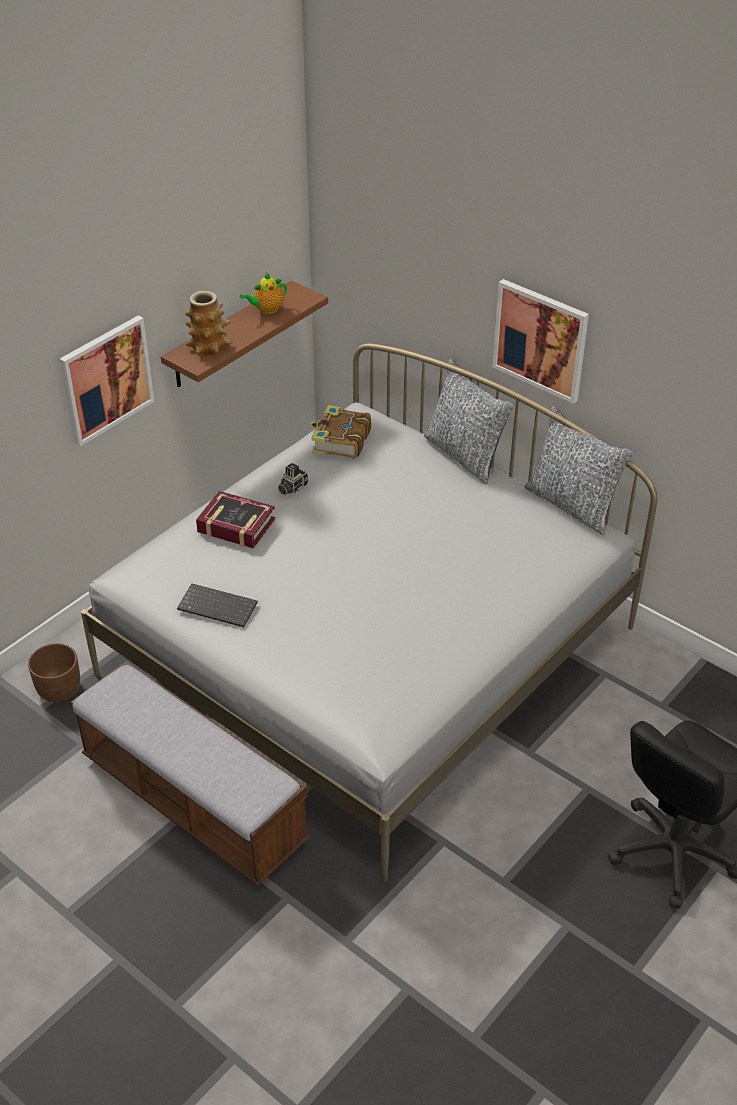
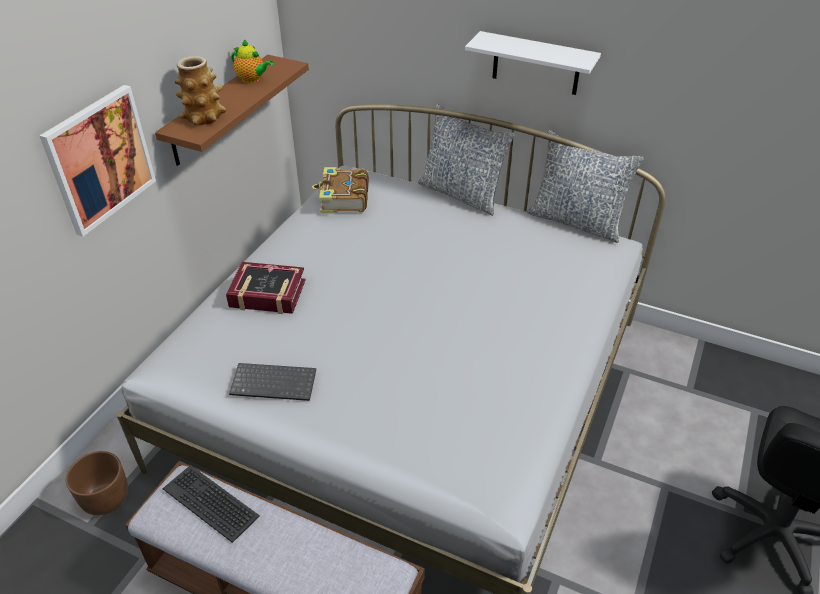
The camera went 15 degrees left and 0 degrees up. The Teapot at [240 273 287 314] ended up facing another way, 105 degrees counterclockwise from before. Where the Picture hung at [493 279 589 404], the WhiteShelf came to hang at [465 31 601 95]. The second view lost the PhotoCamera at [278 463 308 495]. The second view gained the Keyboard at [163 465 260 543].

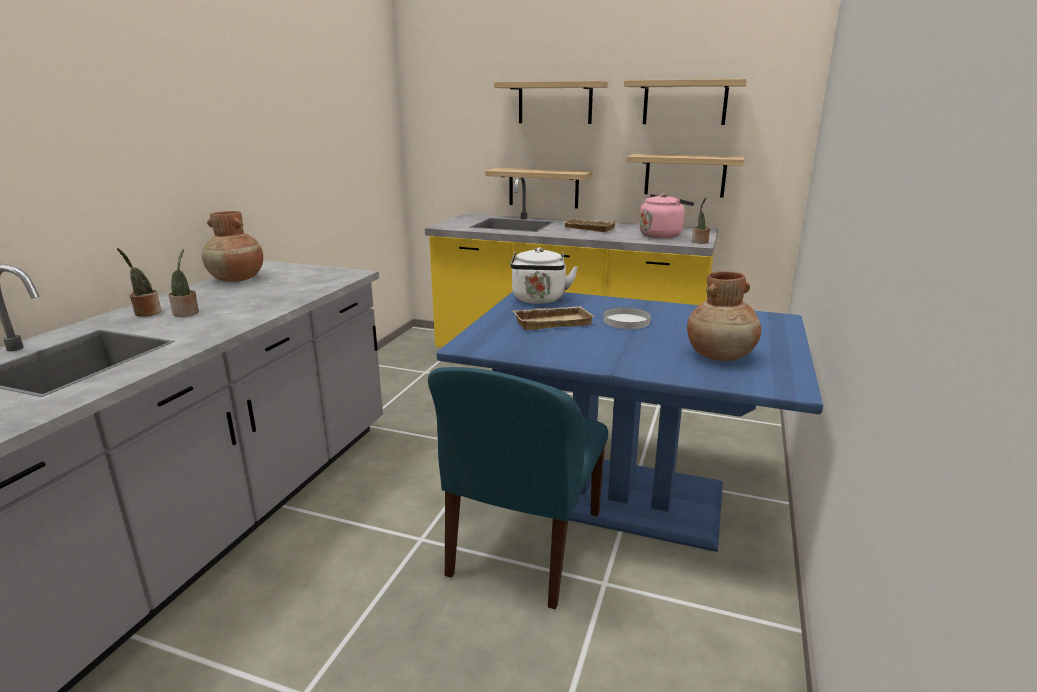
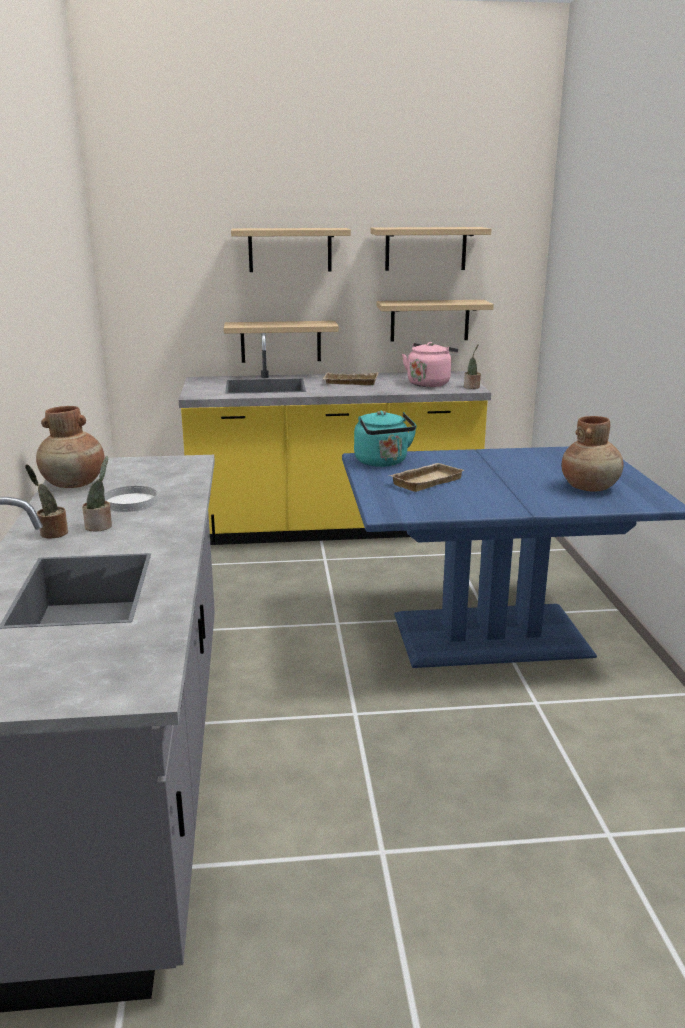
The camera went 25 degrees left and 0 degrees up. What was the WhiteKettle at [511 247 578 304] turned into the TurquoiseKettle at [354 410 417 467]. The WhitePlate ended up elsewhere, having gone from [603 307 650 329] to [104 486 158 512]. The second view lost the BlueChair at [428 367 608 609].

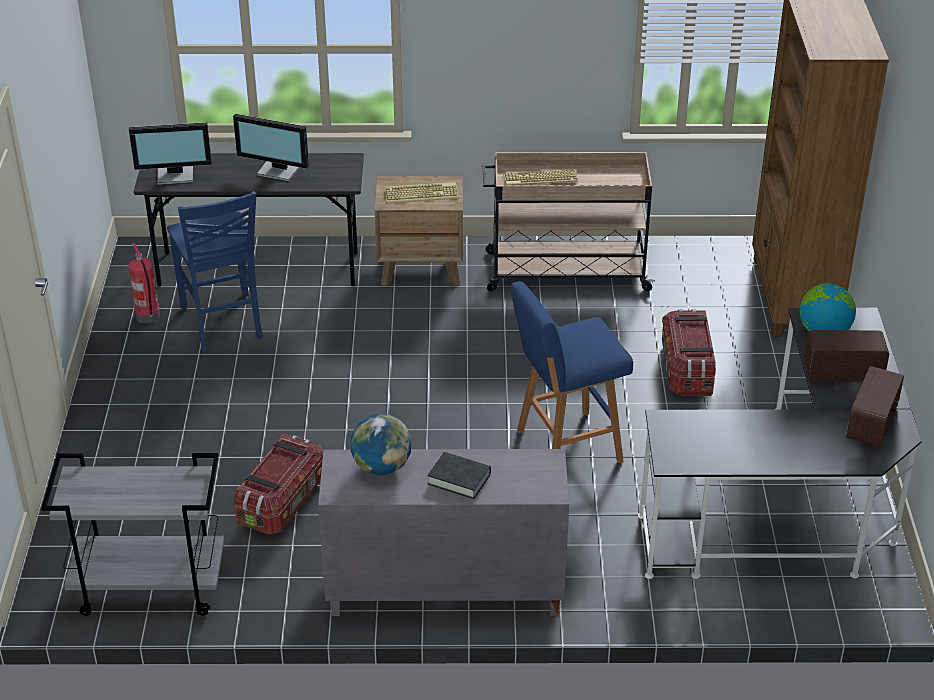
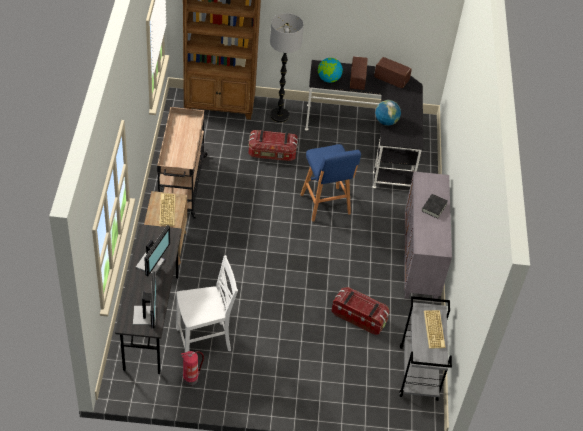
The camera went 90 degrees left and 10 degrees up. The Keyboard ended up elsewhere, having gone from [503 169 578 185] to [424 310 445 349]. What was the BlueChair at [167 191 262 352] turned into the WhiteChair at [176 255 238 352]. The Globe ended up elsewhere, having gone from [351 414 411 475] to [375 100 401 126]. The second view gained the FloorLamp at [270 13 304 122].

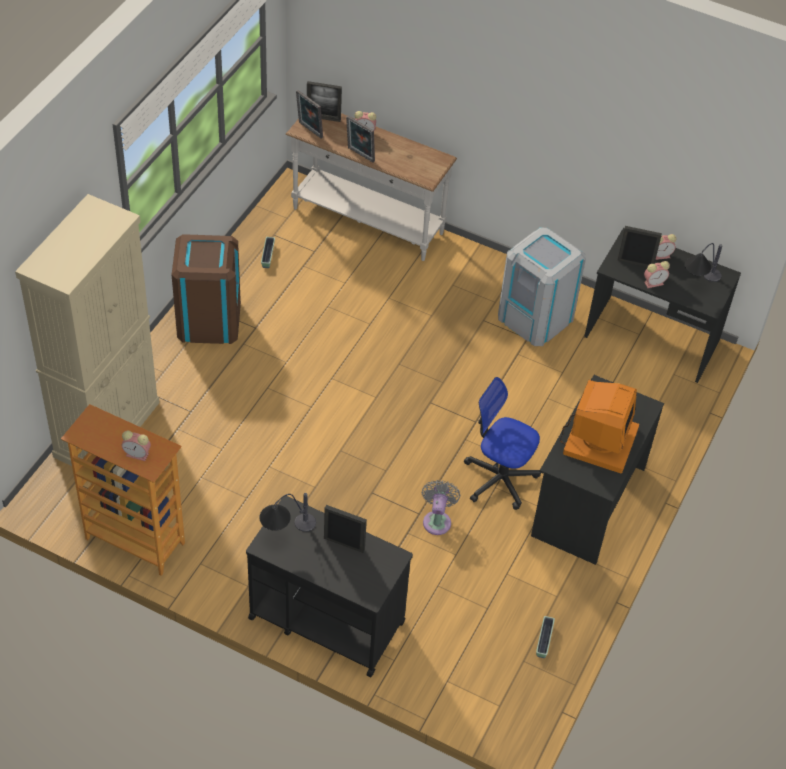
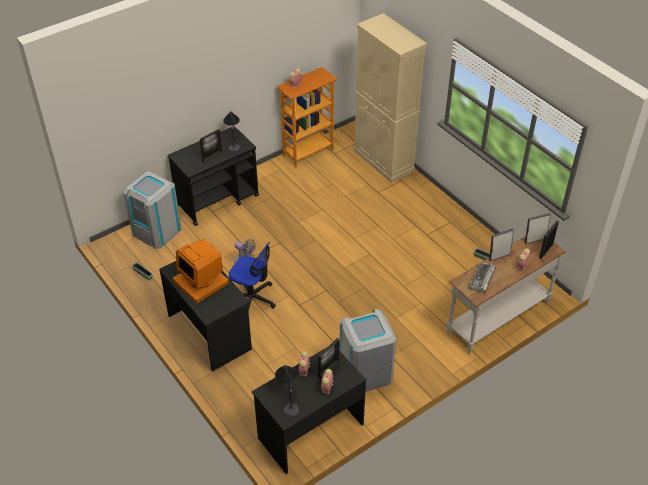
The camera went 120 degrees right and 5 degrees down. The second view lost the BrownTrashCan at [172 234 241 344]. The OfficeChair at [464 377 541 510] ended up facing another way, 60 degrees clockwise from before. The second view gained the GreyTrashCan at [123 172 182 249]. The second view gained the Keyboard at [469 262 496 293].

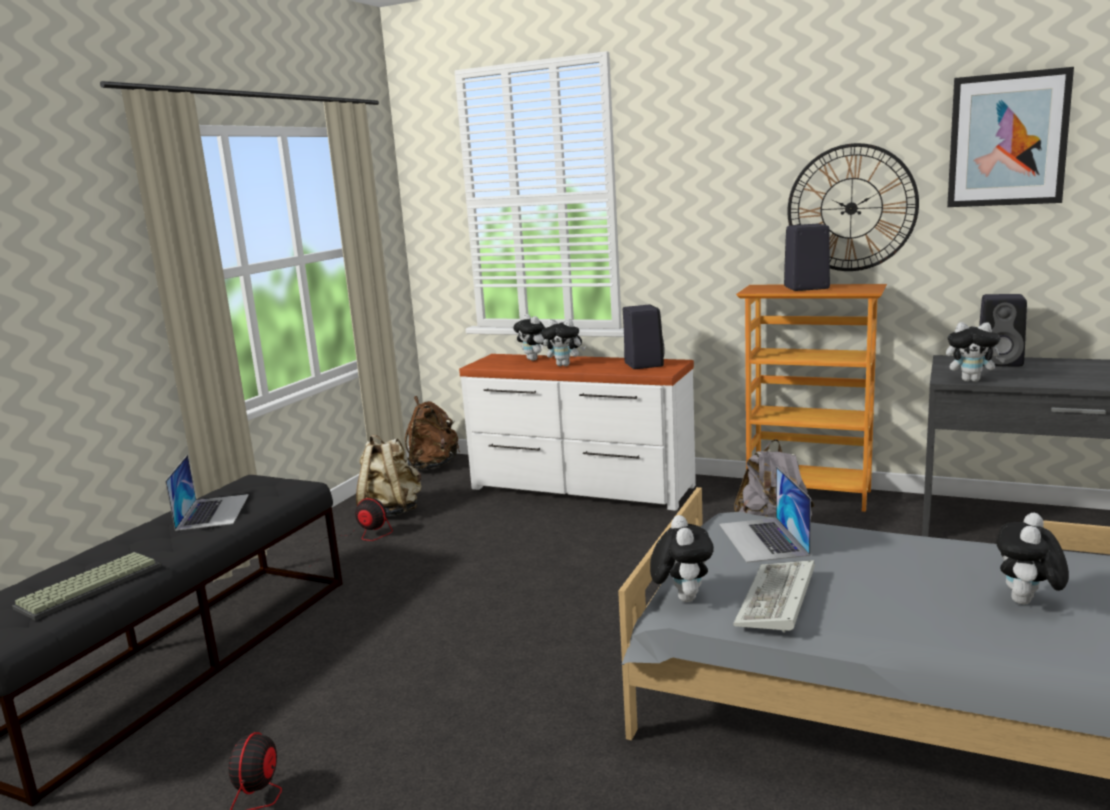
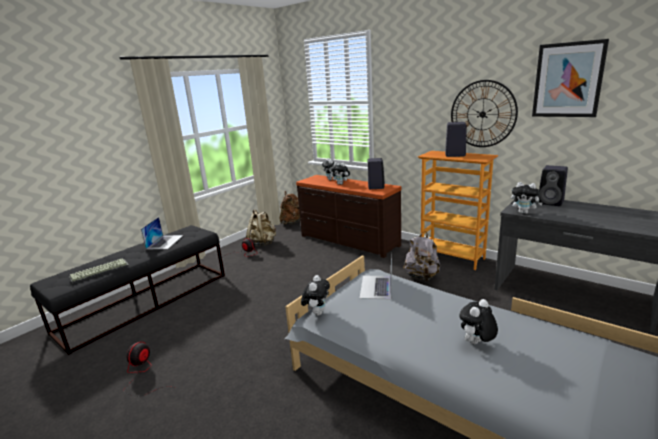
The camera went 15 degrees right and 5 degrees up. What was the WhiteDresser at [459 354 696 511] turned into the BrownDresser at [296 175 402 258]. The second view lost the Keyboard at [733 560 815 633].

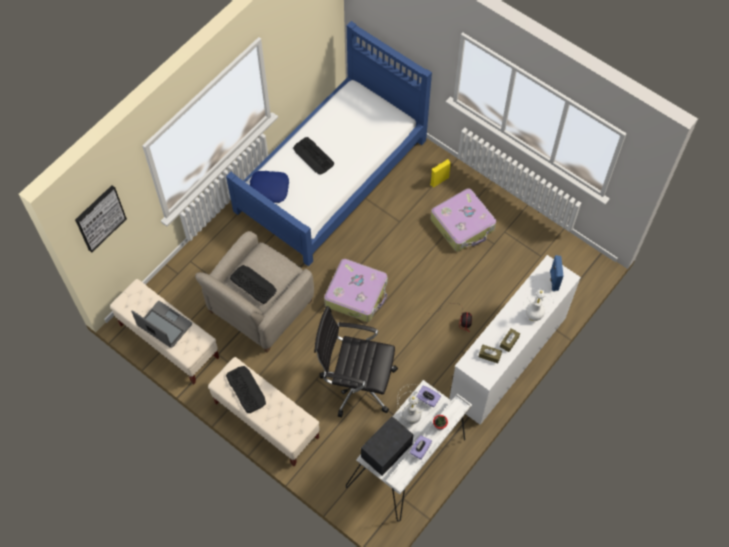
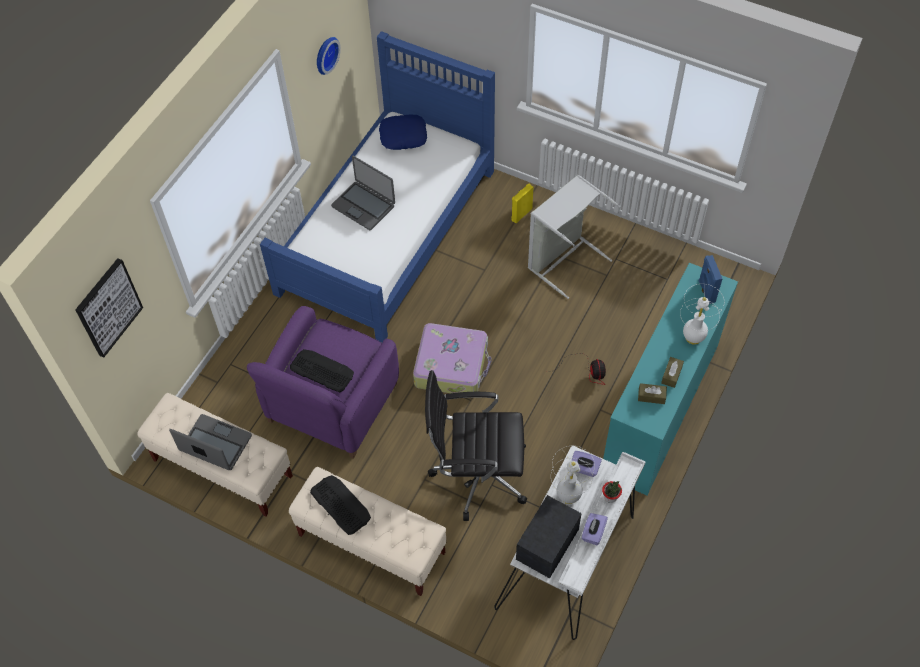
The camera went 10 degrees left and 5 degrees down. Where the Keyboard stood at [293 137 334 175], the Laptop came to stand at [331 156 395 230]. The BluePillow ended up elsewhere, having gone from [250 171 289 203] to [379 114 427 150]. Where the Suitcase stood at [431 188 496 251], the GreyLaundryBasket came to stand at [528 175 621 299]. What was the BeigeArmchair at [195 231 314 353] turned into the PurpleArmchair at [247 306 399 459]. What was the WhiteDresser at [449 255 581 425] turned into the TurquoiseDresser at [603 263 738 495]. The second view gained the WallClock at [317 37 341 75].

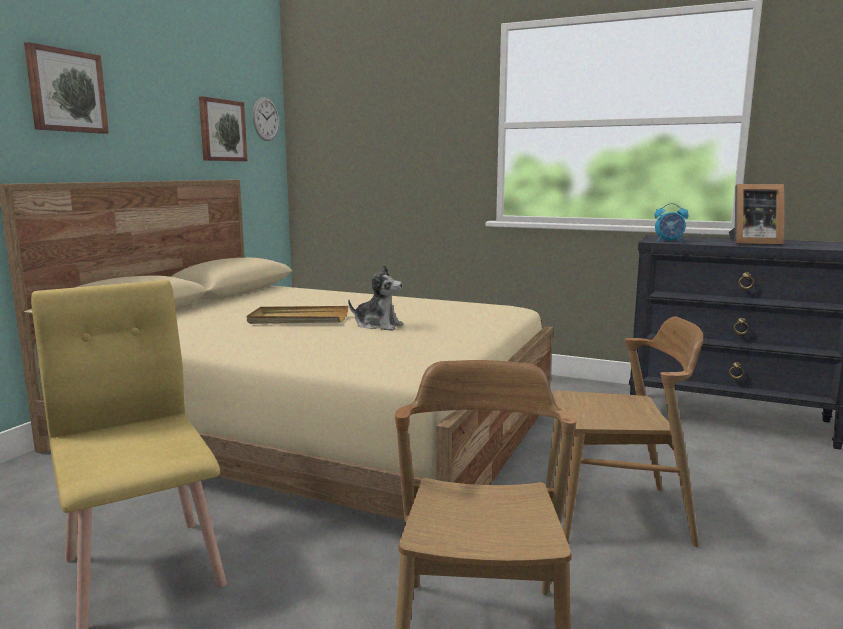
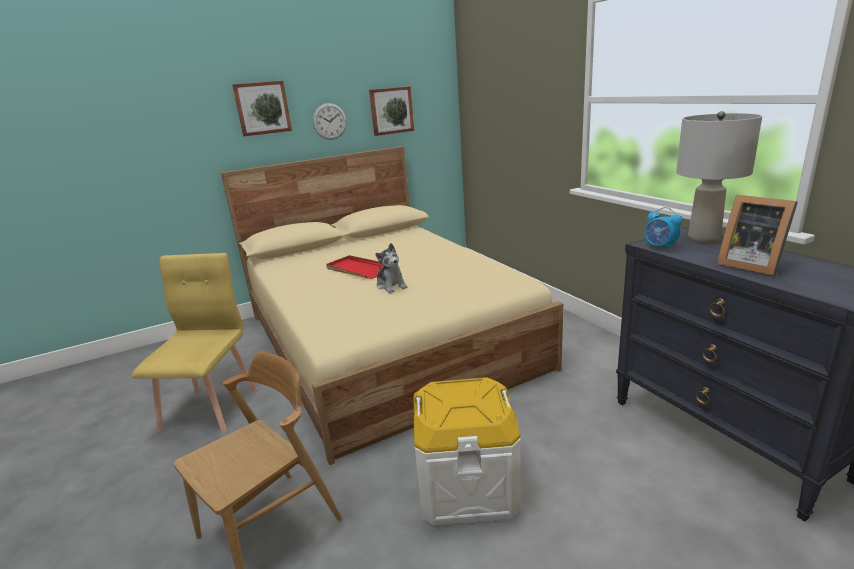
The camera went 40 degrees right and 10 degrees up. The WallClock ended up elsewhere, having gone from [253 97 279 141] to [313 103 347 140]. What was the BeigeTray at [247 306 348 324] turned into the RedTray at [326 255 384 279]. Where the BrownChair stood at [546 316 703 547], the WhiteStorageBox came to stand at [413 377 521 525]. The second view gained the GreyTableLamp at [676 111 762 243].

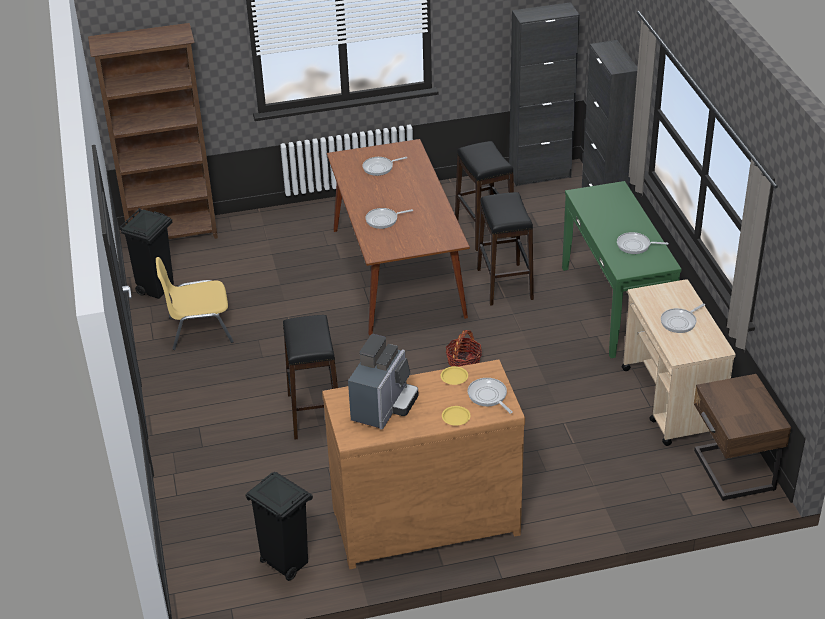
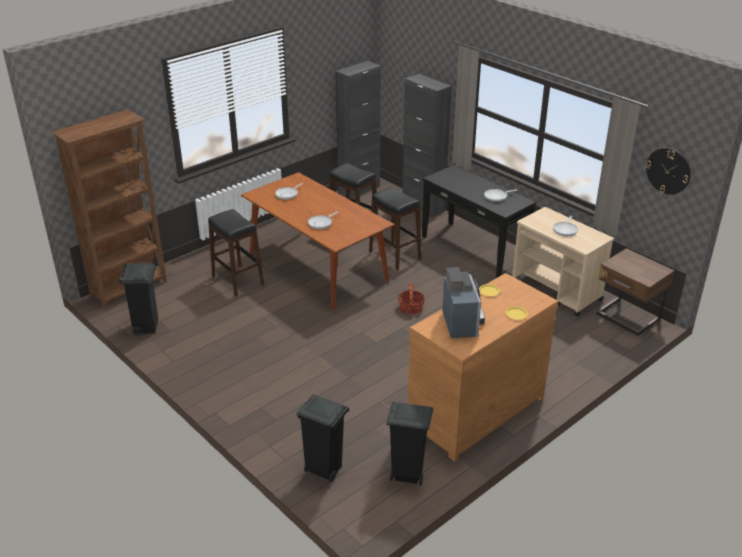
The camera went 30 degrees left and 5 degrees down. What was the GreenConsoleTable at [562 181 682 358] turned into the BlackConsoleTable at [422 165 536 278]. The second view lost the YellowChair at [156 257 234 350]. The BlackStool ended up elsewhere, having gone from [283 315 338 439] to [208 209 264 297]. The second view lost the FryingPan at [468 378 513 414]. The second view gained the WallClock at [646 148 691 195]. The second view gained the BlackTrashCan at [296 394 349 482].

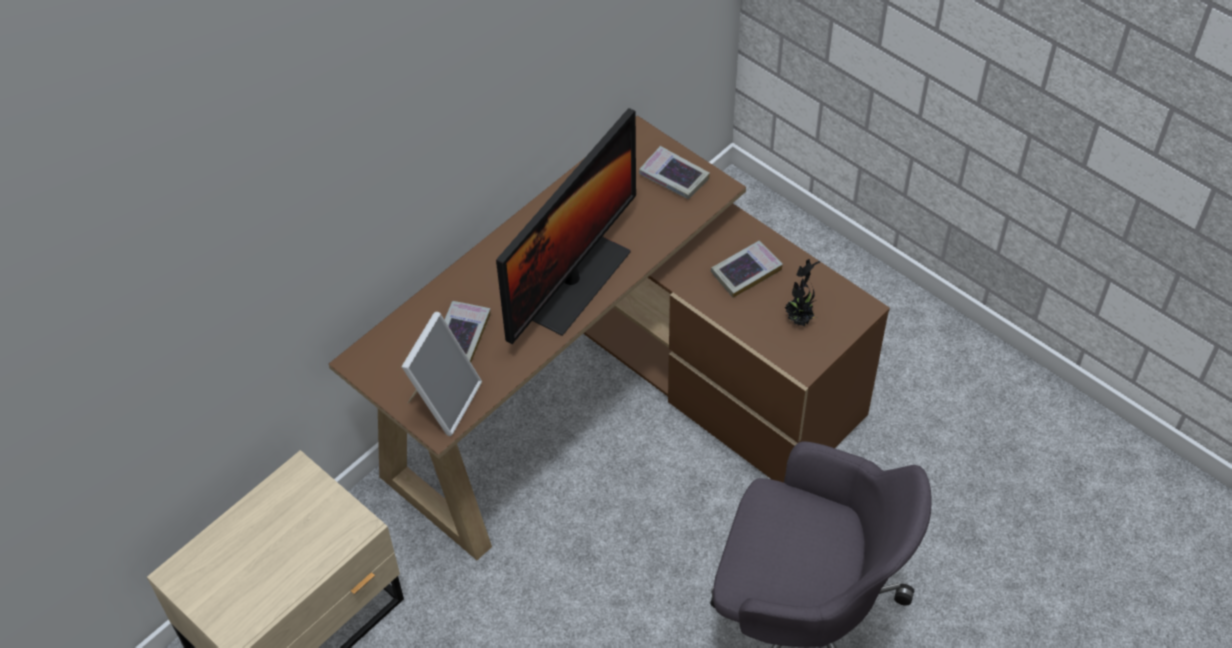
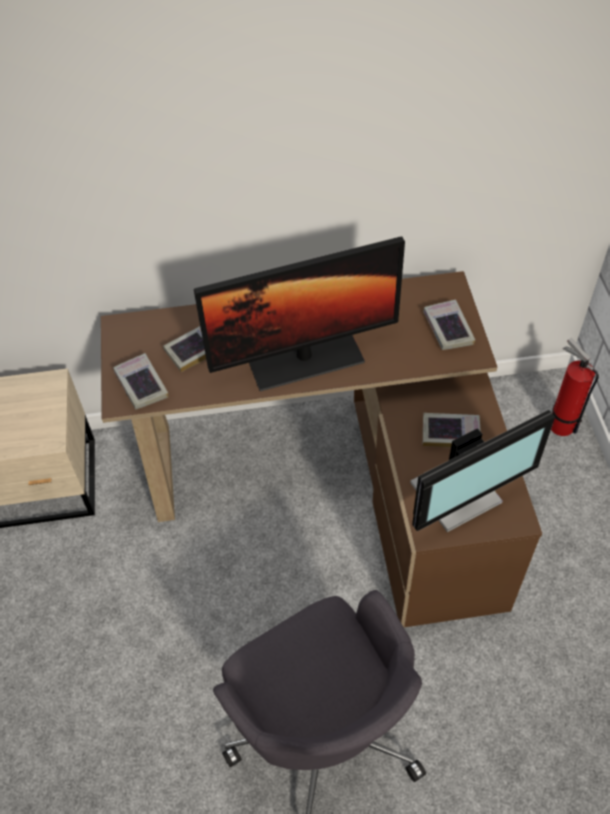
The camera went 40 degrees right and 0 degrees up. Where the PottedPlant stood at [785 259 820 326], the Monitor came to stand at [410 410 555 532]. Where the PictureFrame stood at [401 312 482 436], the Book came to stand at [113 353 168 409]. The second view gained the FireExtinguisher at [551 338 599 436].

